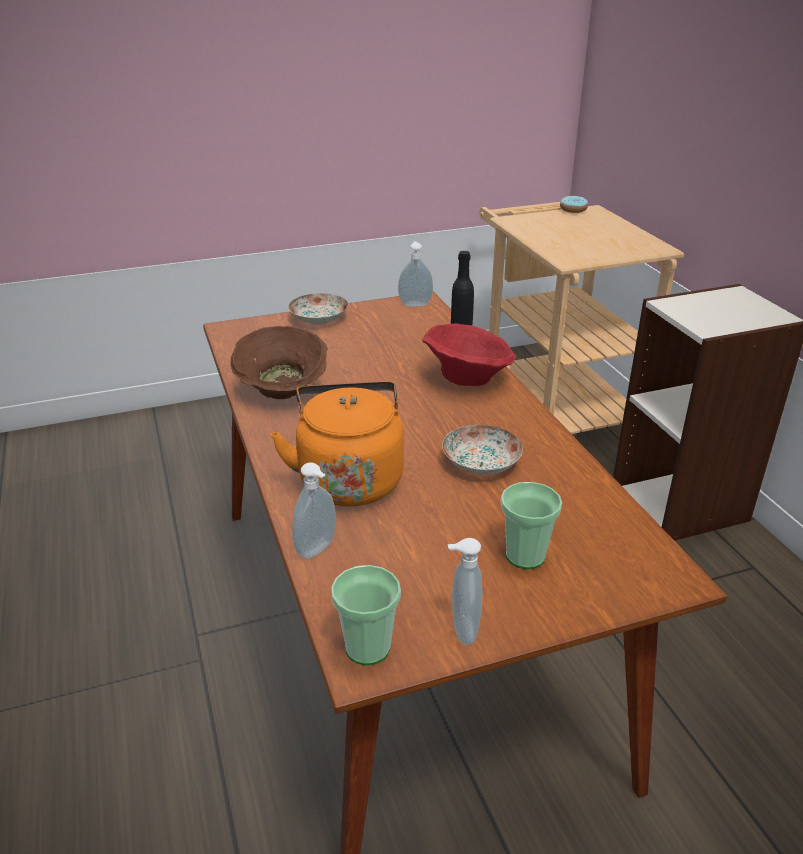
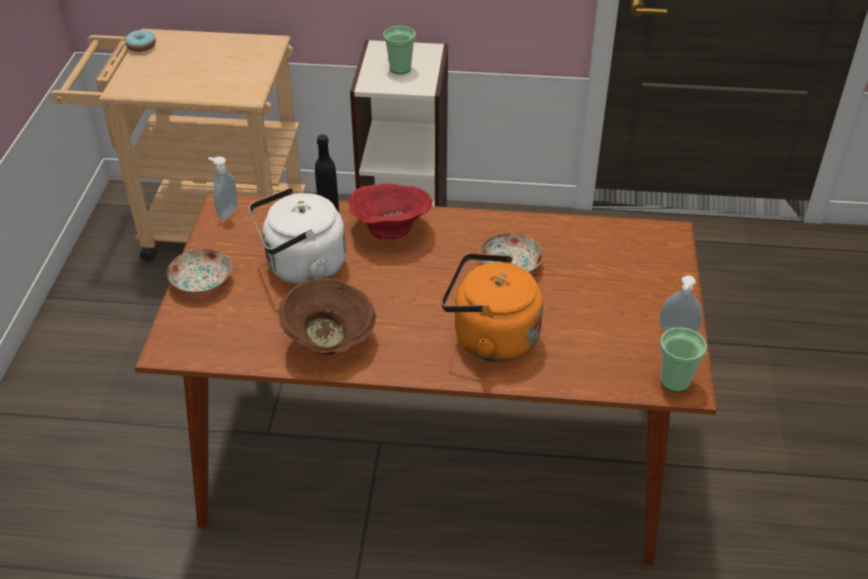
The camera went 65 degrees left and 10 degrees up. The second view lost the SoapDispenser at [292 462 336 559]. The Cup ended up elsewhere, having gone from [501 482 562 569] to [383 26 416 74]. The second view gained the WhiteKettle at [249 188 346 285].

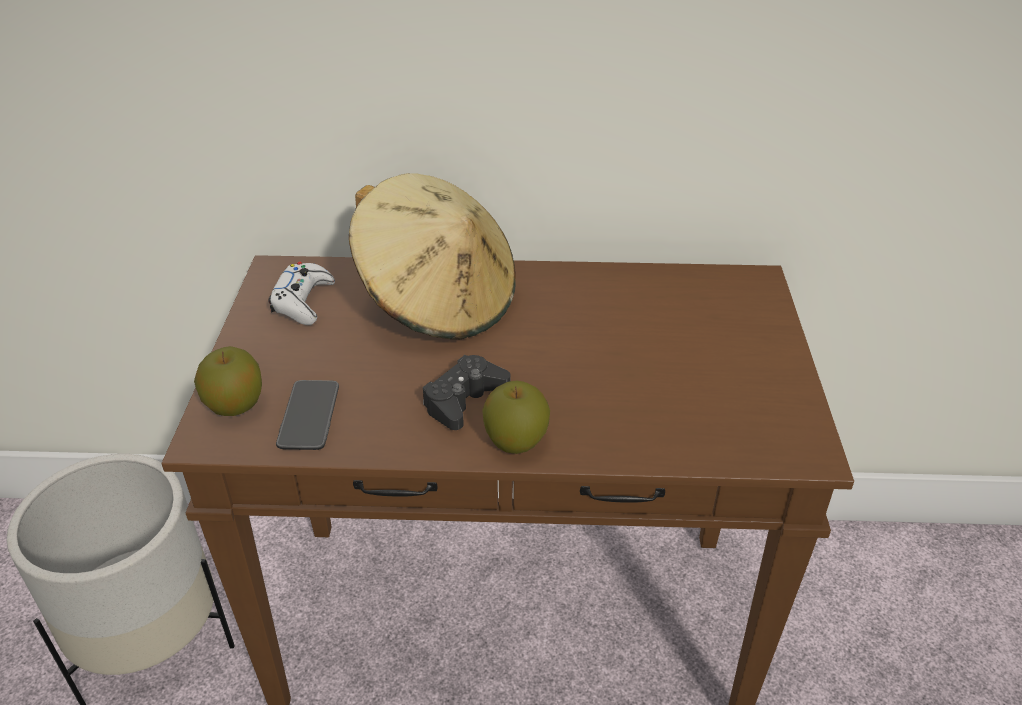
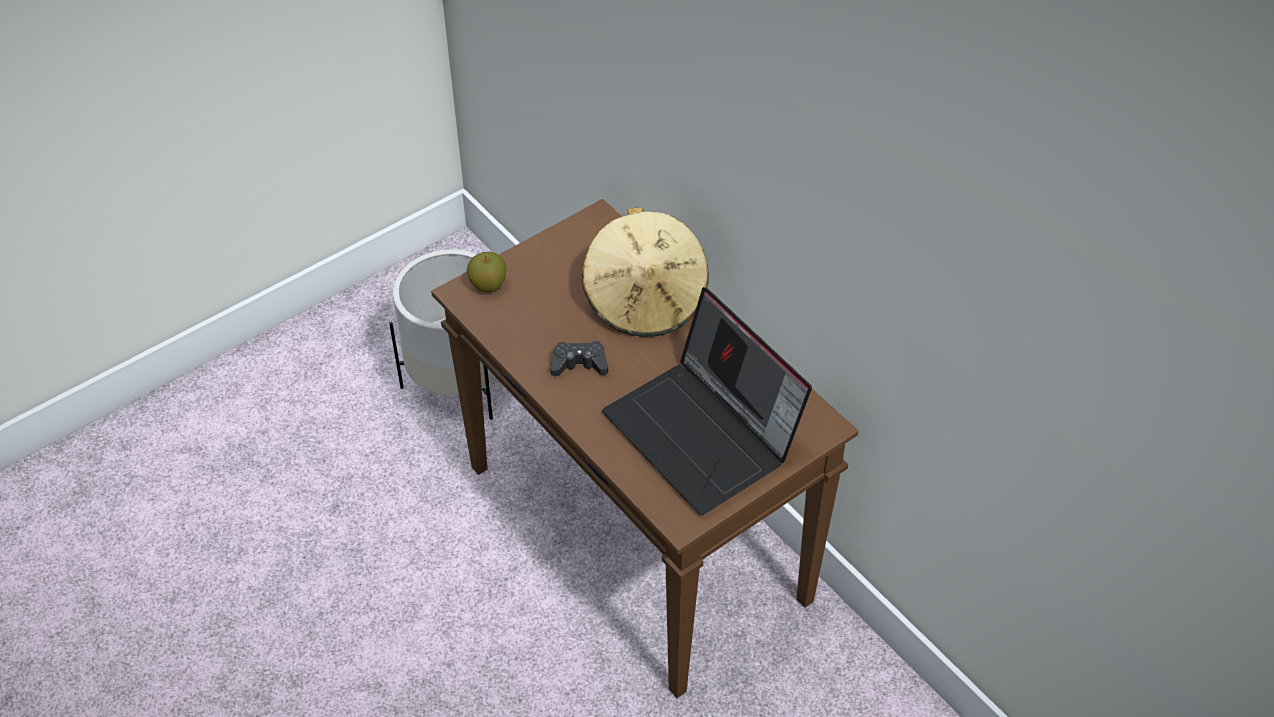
The camera went 50 degrees right and 10 degrees up. The second view lost the WhiteGameController at [268 262 335 325]. The second view lost the Phone at [276 380 339 450]. The second view lost the Apple at [482 380 550 454]. The second view gained the Laptop at [602 287 812 515].

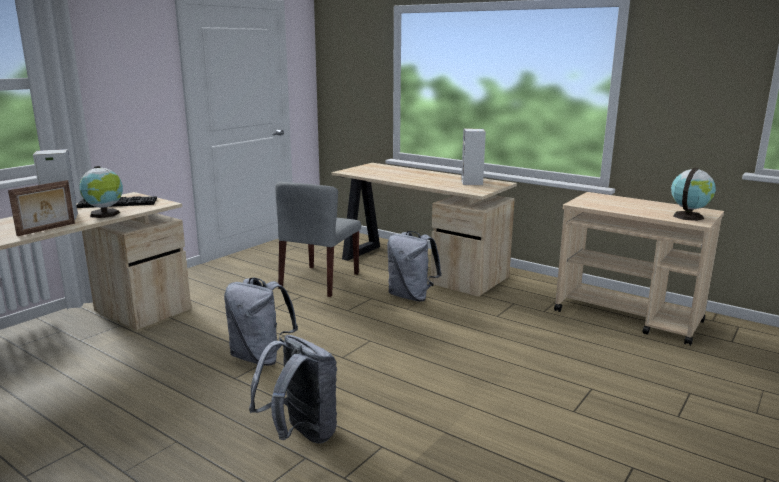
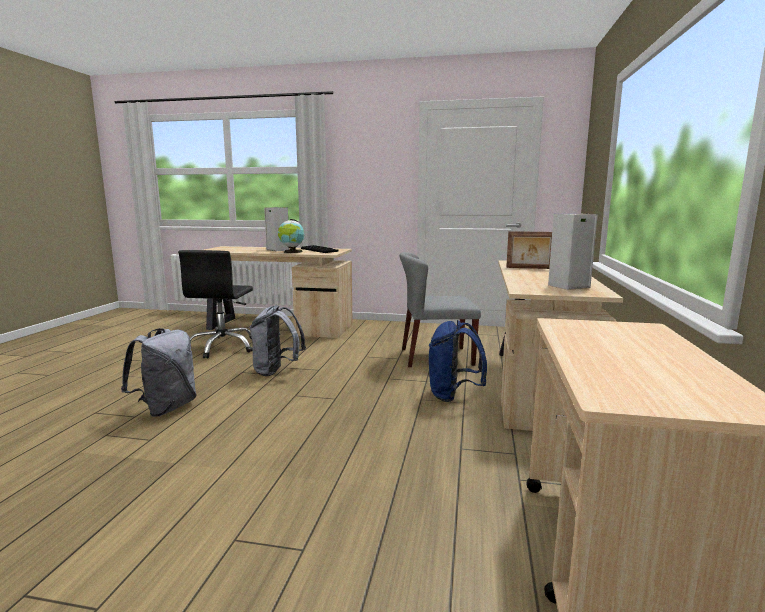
The camera went 65 degrees right and 5 degrees down. The second view lost the Globe at [671 168 716 221]. The PictureFrame ended up elsewhere, having gone from [8 180 75 236] to [506 231 552 269]. What was the GreyBackpack at [387 231 441 301] turned into the BlueBackpack at [429 320 487 402]. The second view gained the BlackOfficeChair at [178 250 253 359].

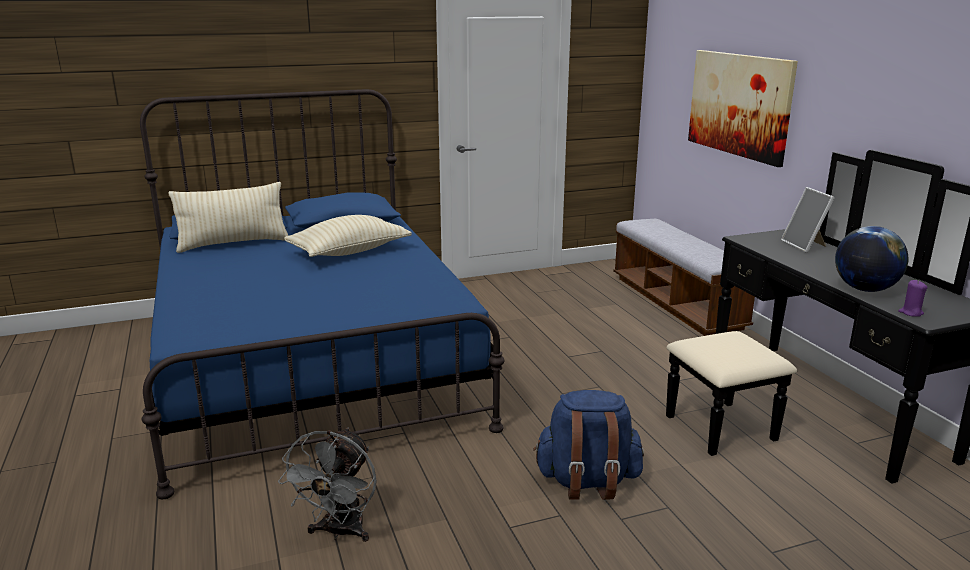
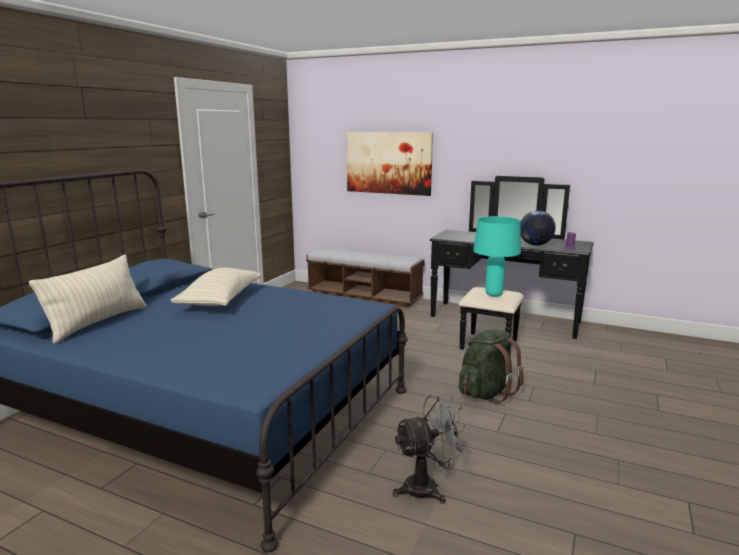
The camera went 45 degrees left and 5 degrees down. The second view lost the PictureFrame at [781 187 835 253]. What was the BlueBackpack at [533 390 644 500] turned into the GreenBackpack at [459 329 524 404]. The GreyFan at [278 427 377 542] ended up facing another way, 75 degrees counterclockwise from before. The second view gained the TurquoiseTableLamp at [473 216 521 296].

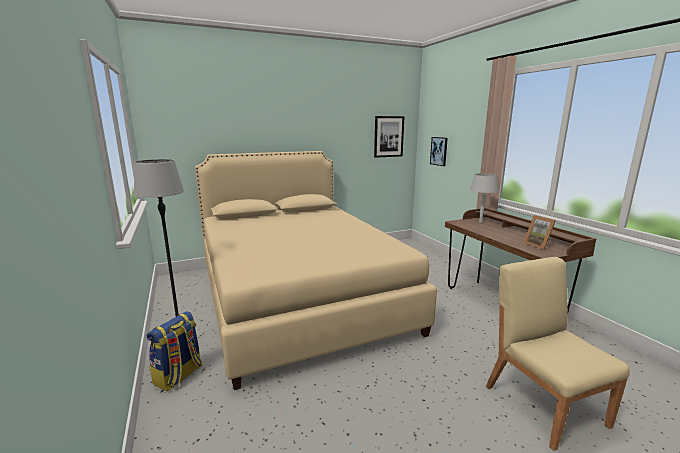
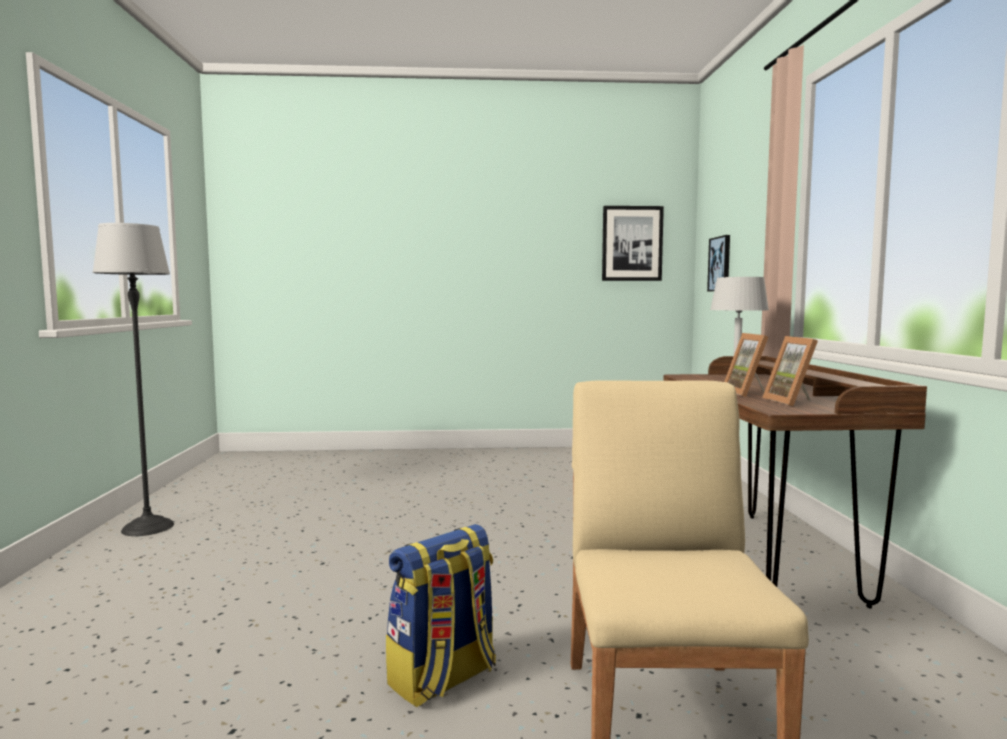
The camera went 20 degrees right and 10 degrees down. The second view lost the BeigeBed at [195 151 437 390]. The Backpack ended up elsewhere, having gone from [147 311 202 392] to [386 524 496 707]. The second view gained the PictureFrame at [724 333 768 397].

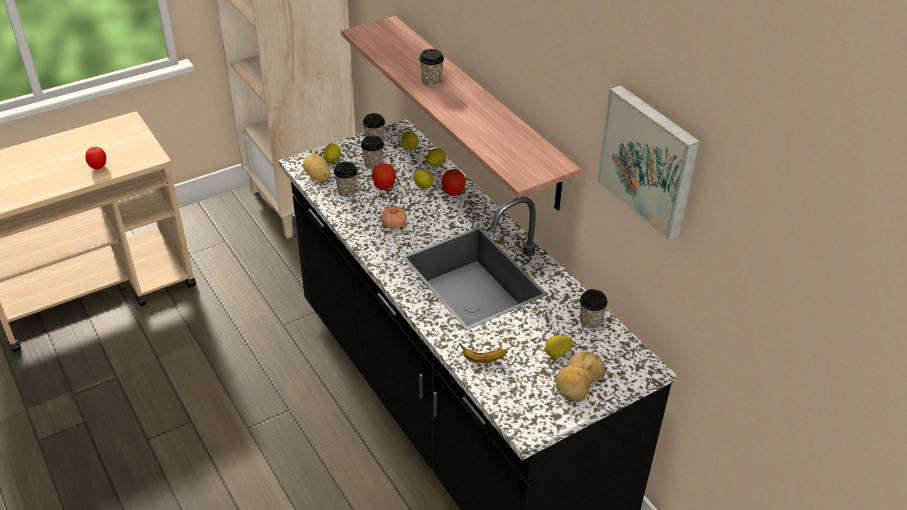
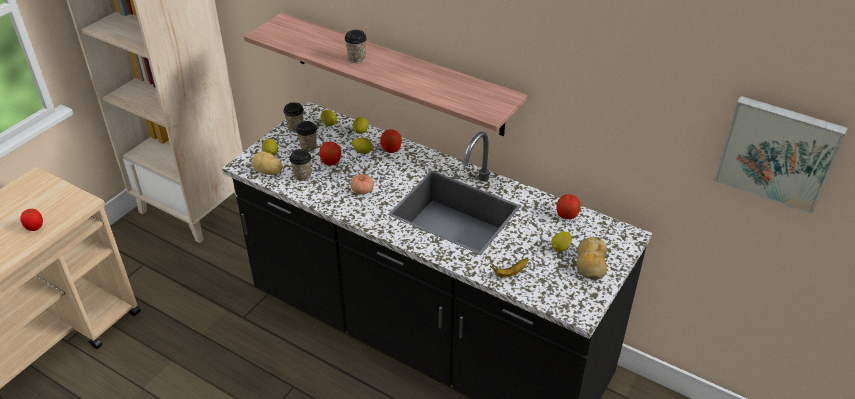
The camera went 25 degrees left and 0 degrees up. The Picture ended up elsewhere, having gone from [597 85 700 241] to [714 96 848 214]. Where the Cup stood at [580 289 608 329], the Apple came to stand at [556 194 581 219].

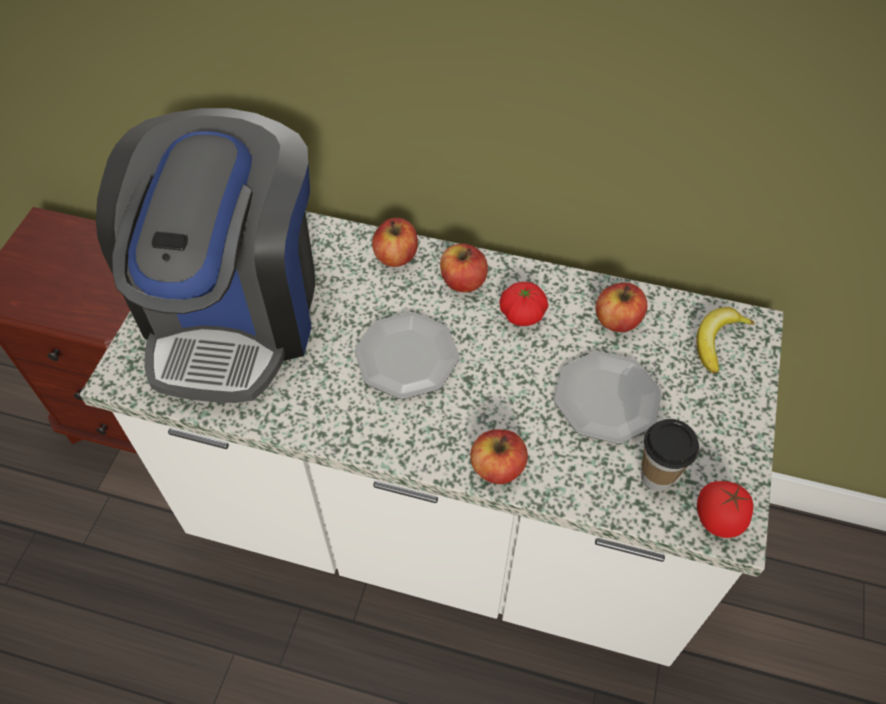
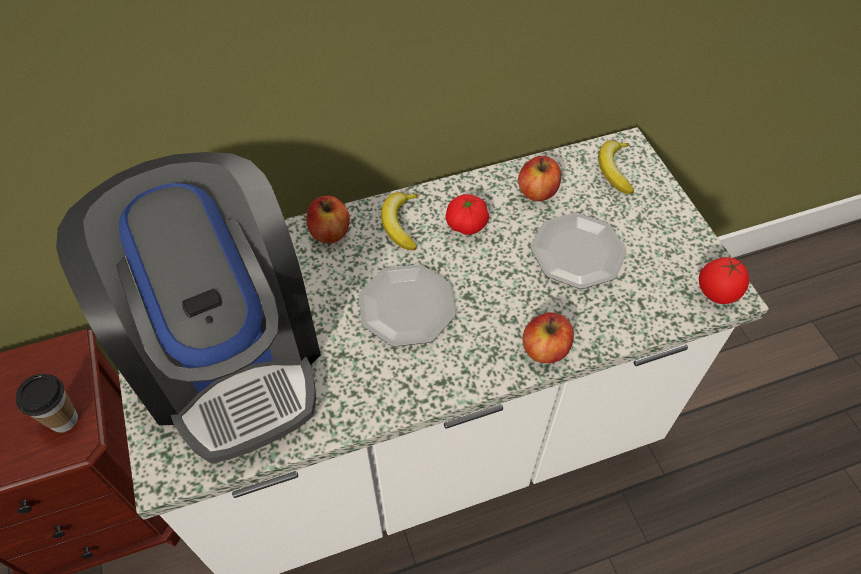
The camera went 35 degrees left and 0 degrees up. Where the Apple stood at [440 244 488 292], the Banana came to stand at [381 192 419 250]. The Cup ended up elsewhere, having gone from [641 419 699 491] to [16 374 78 433].

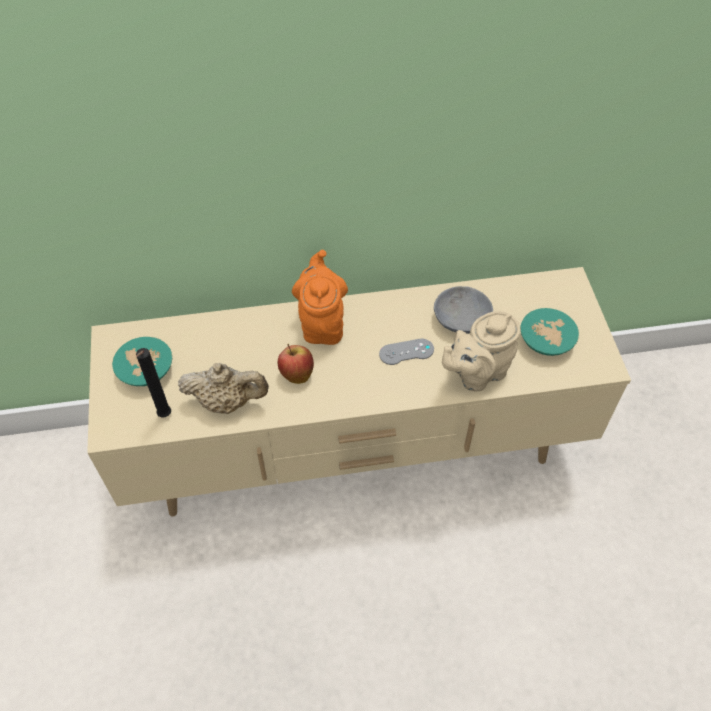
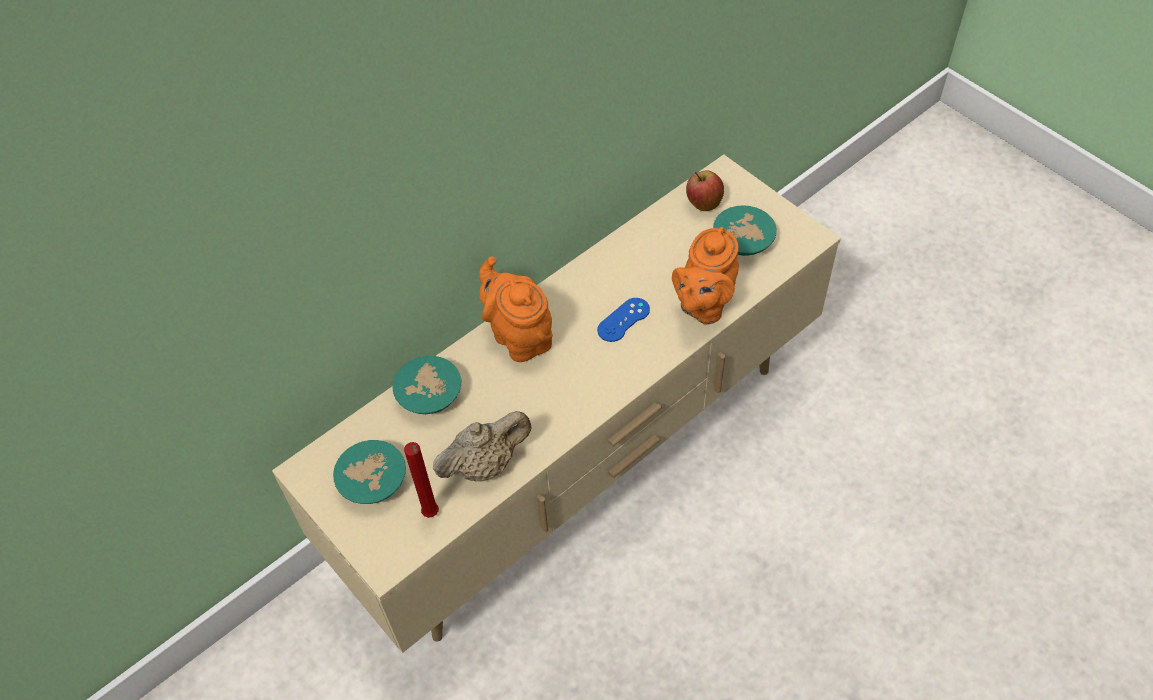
The camera went 30 degrees left and 0 degrees up. The second view lost the GreyBowl at [434 286 493 334]. What was the BeigeTeapot at [442 311 521 391] turned into the OrangeTeapot at [672 227 739 325]. What was the GreyGameController at [379 339 434 365] turned into the BlueGameController at [597 298 650 342]. The Apple ended up elsewhere, having gone from [278 344 314 384] to [686 170 724 211]. What was the BlackCandle at [136 348 171 418] turned into the RedCandle at [404 442 439 518]. The second view gained the TurquoiseBowl at [393 356 461 414].

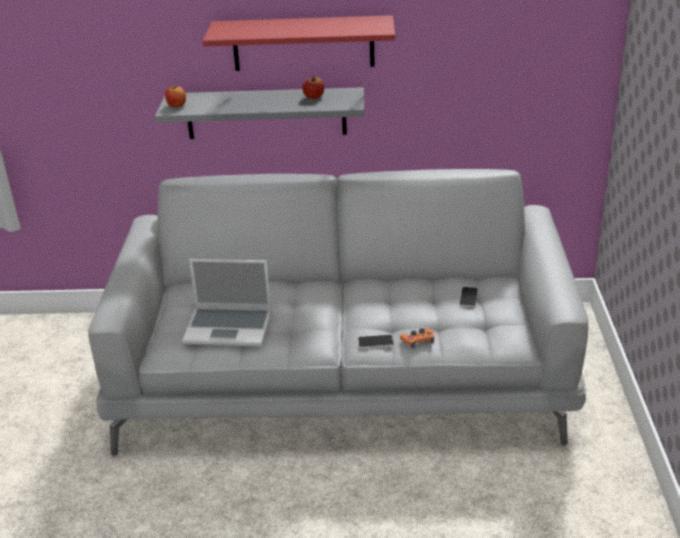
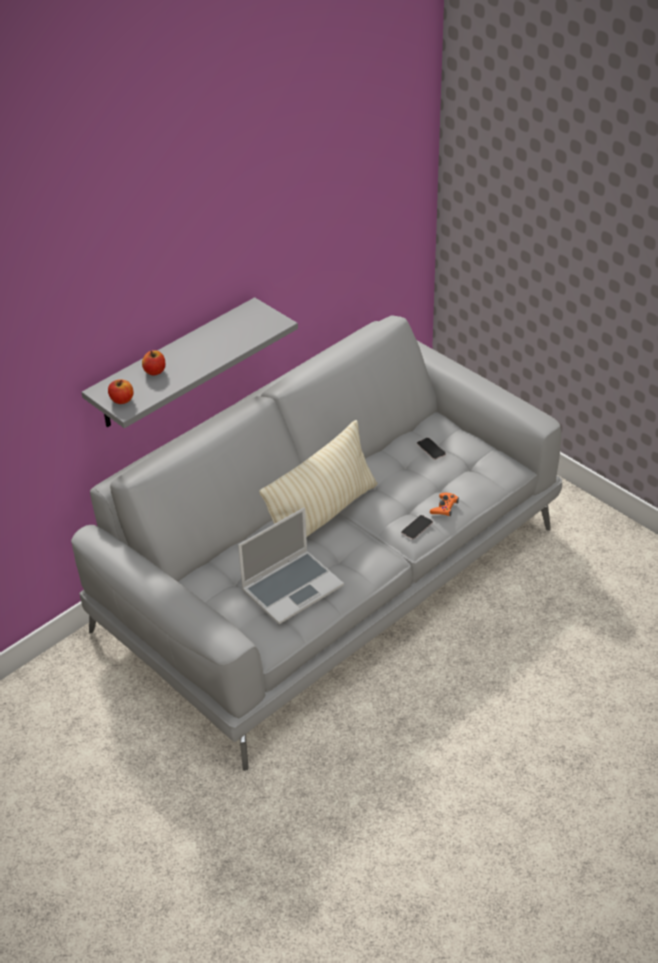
The camera went 45 degrees left and 10 degrees up. The second view lost the RedShelf at [203 15 395 71]. The Apple ended up elsewhere, having gone from [302 76 324 99] to [142 350 165 376]. The second view gained the BeigePillow at [259 420 377 537].

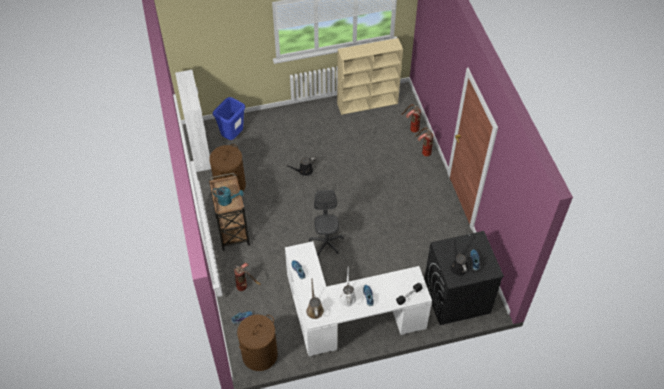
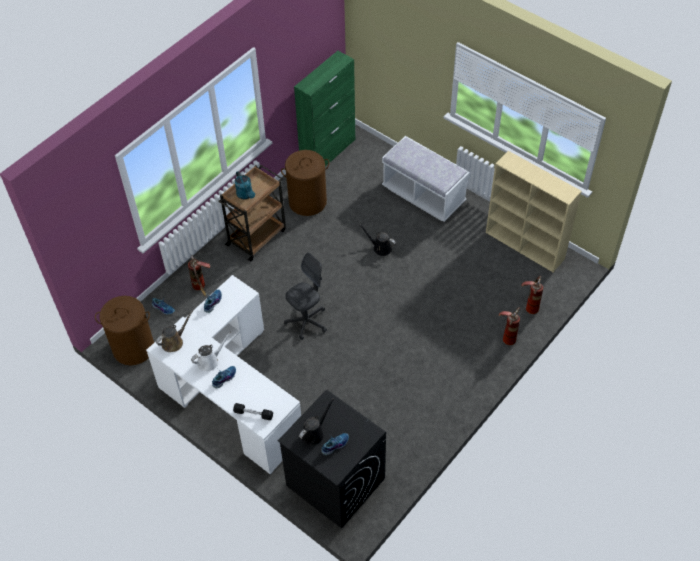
The camera went 55 degrees right and 0 degrees up. What was the WhiteCabinet at [175 70 211 172] turned into the GreenCabinet at [294 51 355 166]. The second view lost the BlueTrashCan at [213 97 245 140]. The second view gained the WhiteBench at [382 136 470 222].

